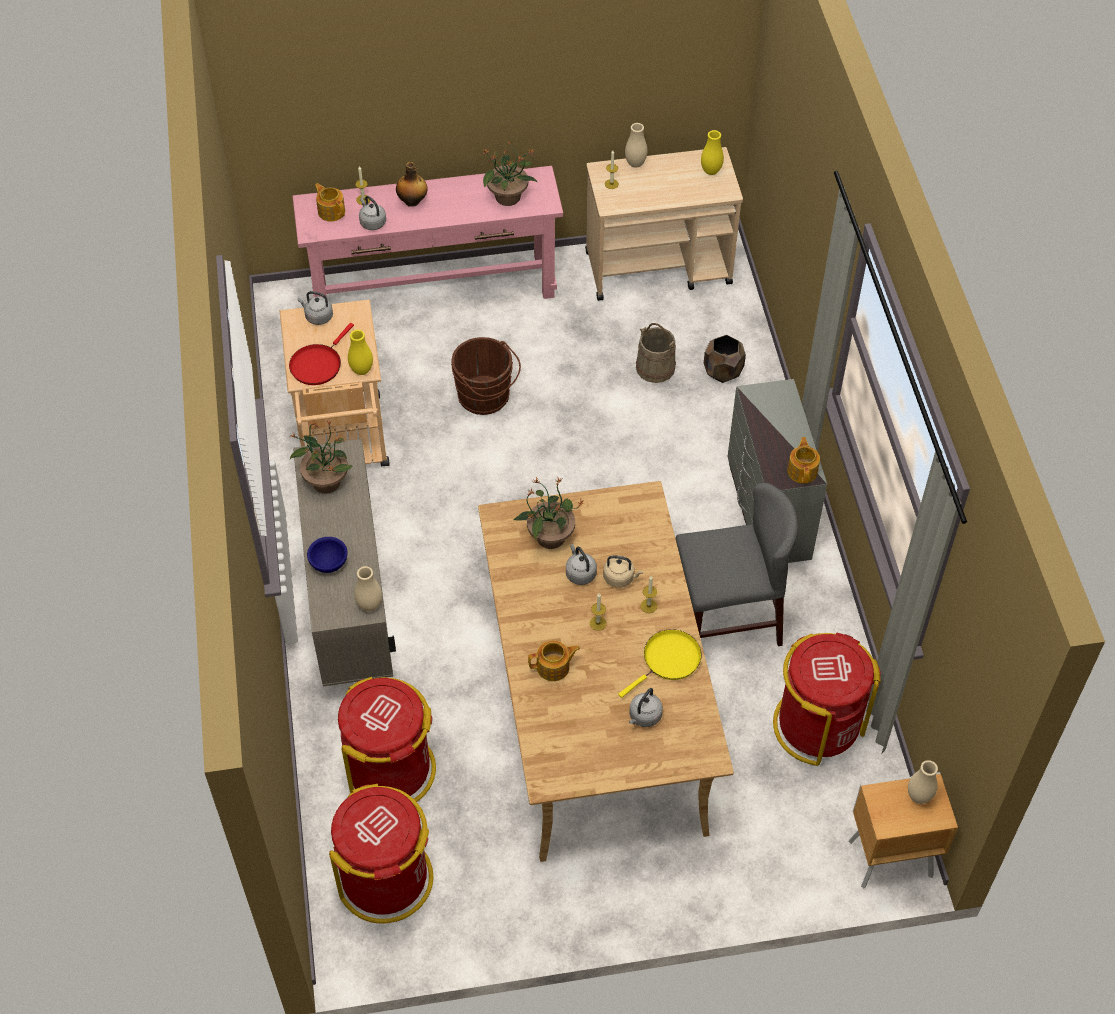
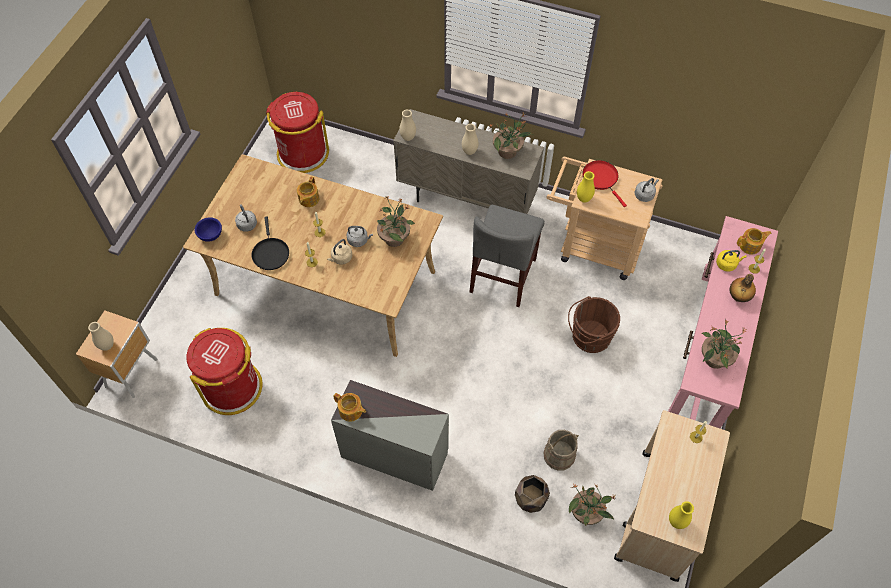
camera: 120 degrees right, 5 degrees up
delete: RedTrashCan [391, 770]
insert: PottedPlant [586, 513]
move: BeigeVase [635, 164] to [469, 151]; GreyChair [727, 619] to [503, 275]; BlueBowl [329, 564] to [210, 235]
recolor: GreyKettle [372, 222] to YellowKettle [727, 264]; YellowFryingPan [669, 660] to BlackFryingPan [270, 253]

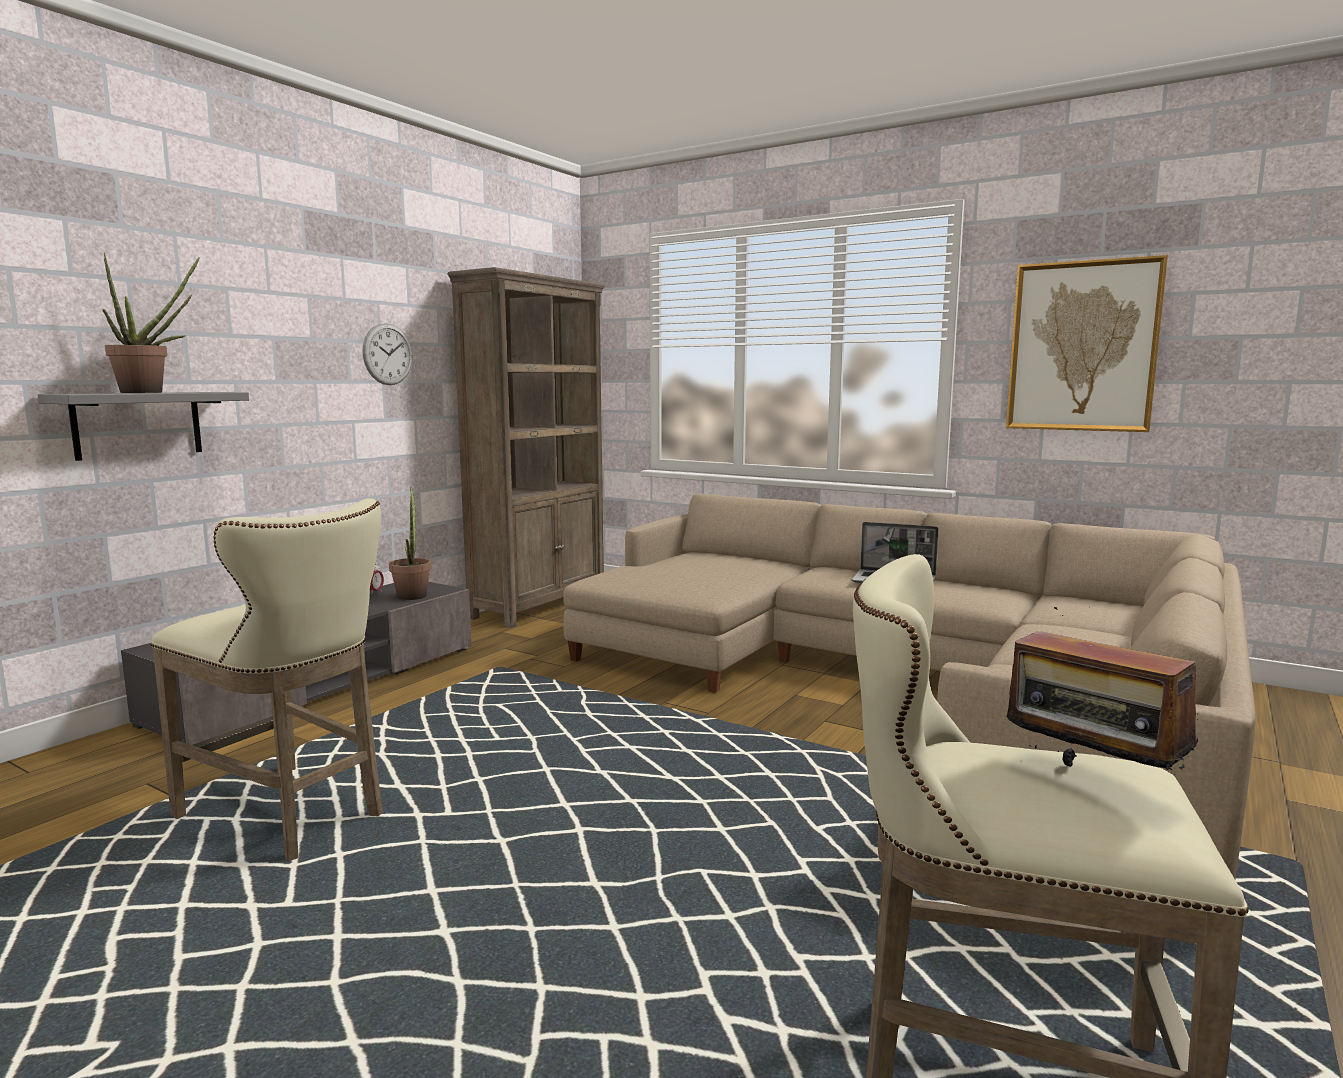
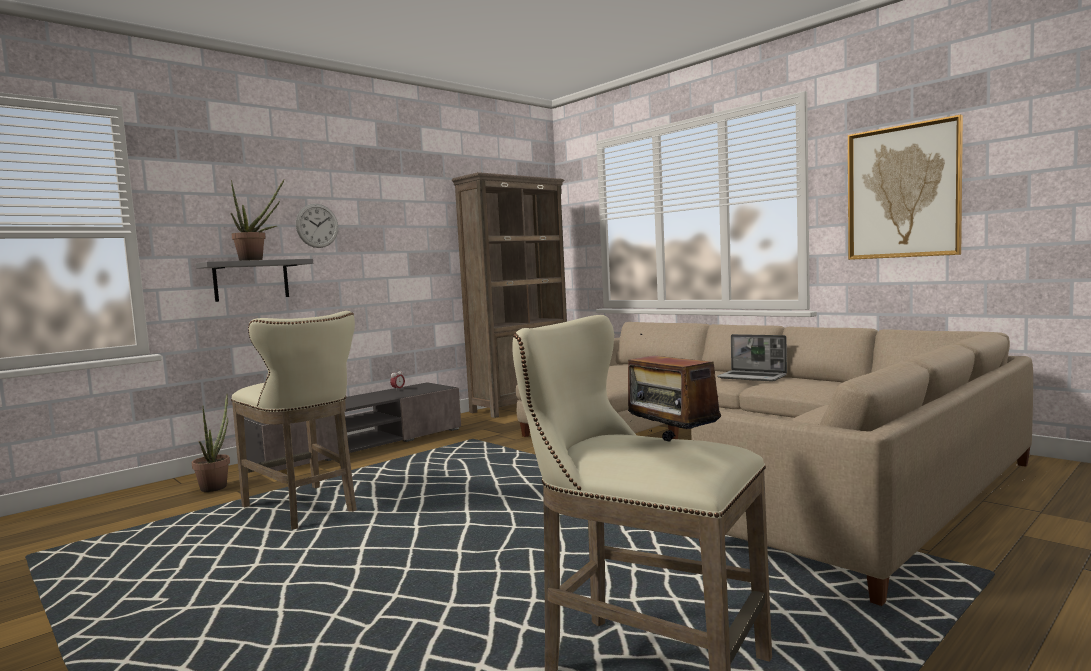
camera: 15 degrees right, 5 degrees down
move: WallClock [387, 354] to [317, 225]; PottedPlant [412, 594] to [217, 486]

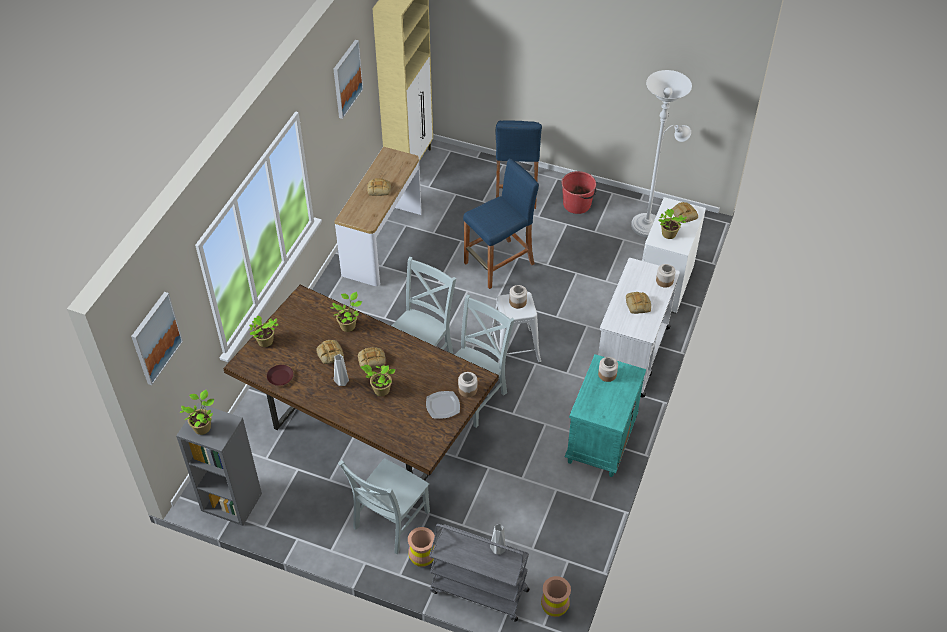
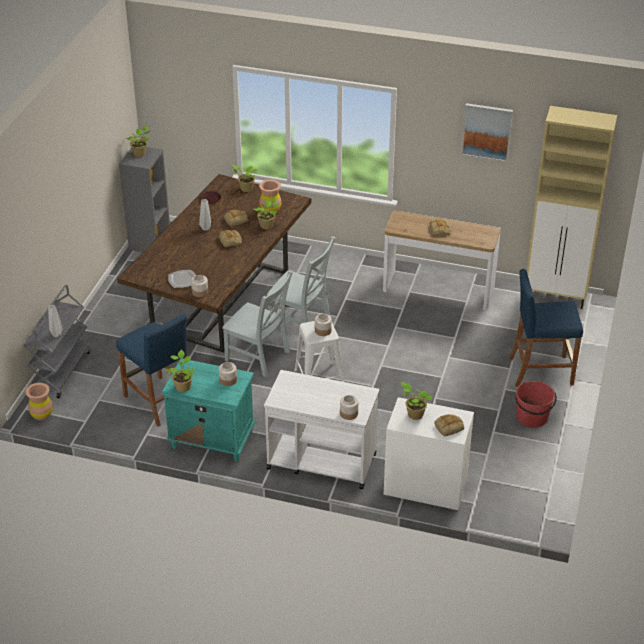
camera: 85 degrees right, 10 degrees down
delete: WhiteFloorLamp [650, 224]; Picture [155, 338]; Bread [638, 305]; GreyChair [389, 522]
move: BlueStool [499, 264] to [158, 401]; PottedPlant [380, 390] to [183, 386]; BrownVase [422, 558] to [270, 210]

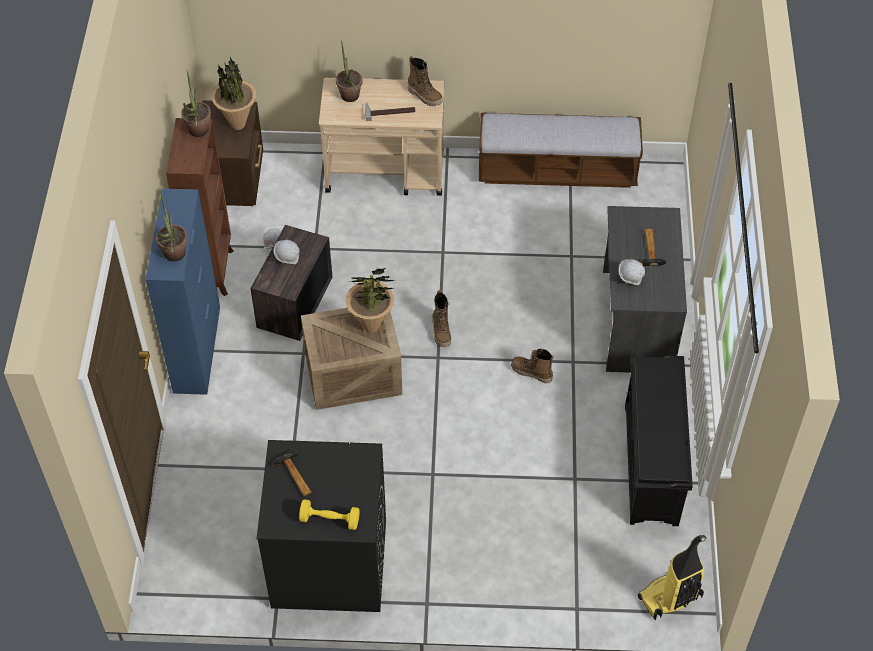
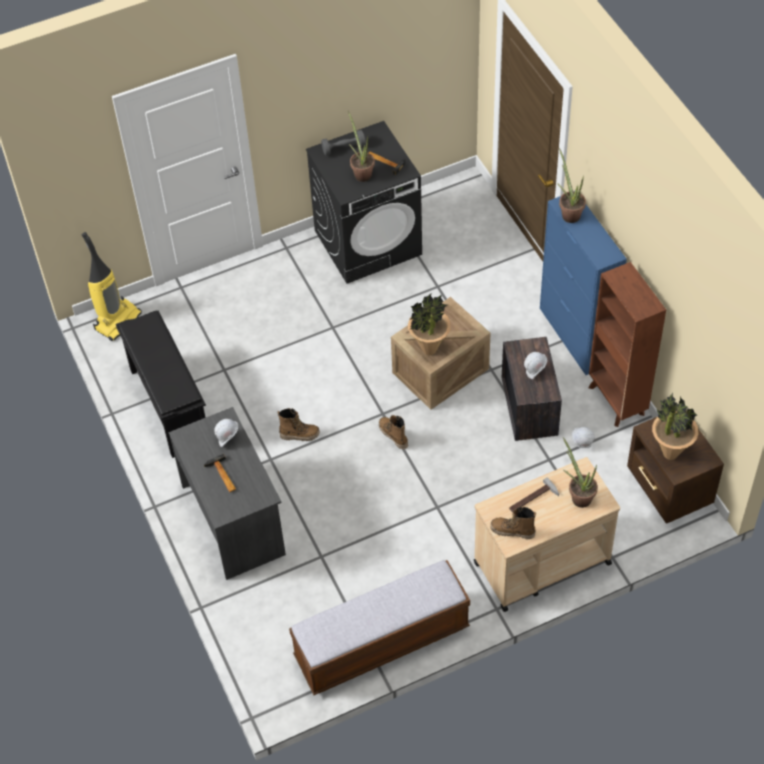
camera: 155 degrees right, 0 degrees up
move: PottedPlant [198, 133] to [361, 172]
recolor: YellowDumbbell [329, 520] to GreyDumbbell [343, 148]

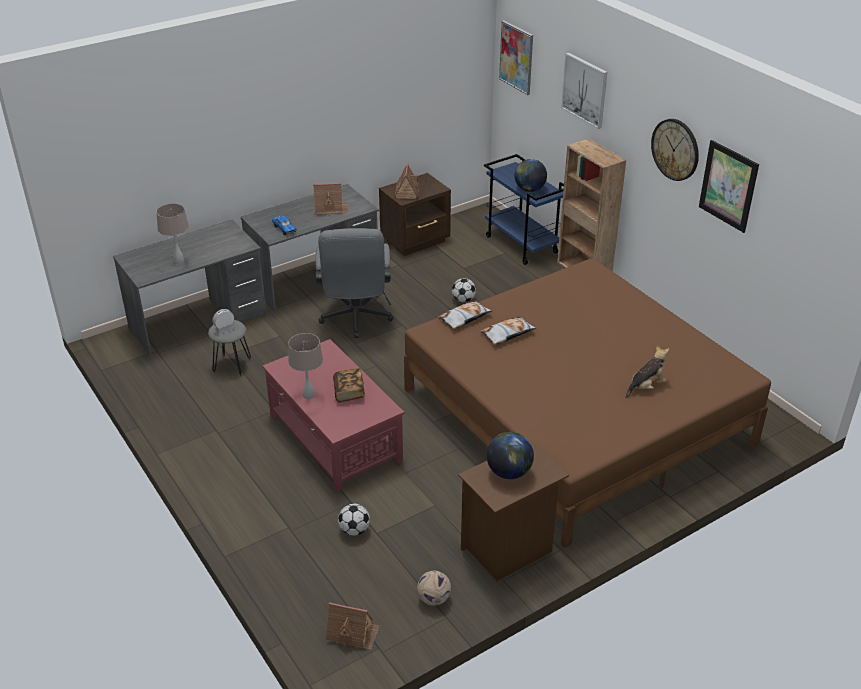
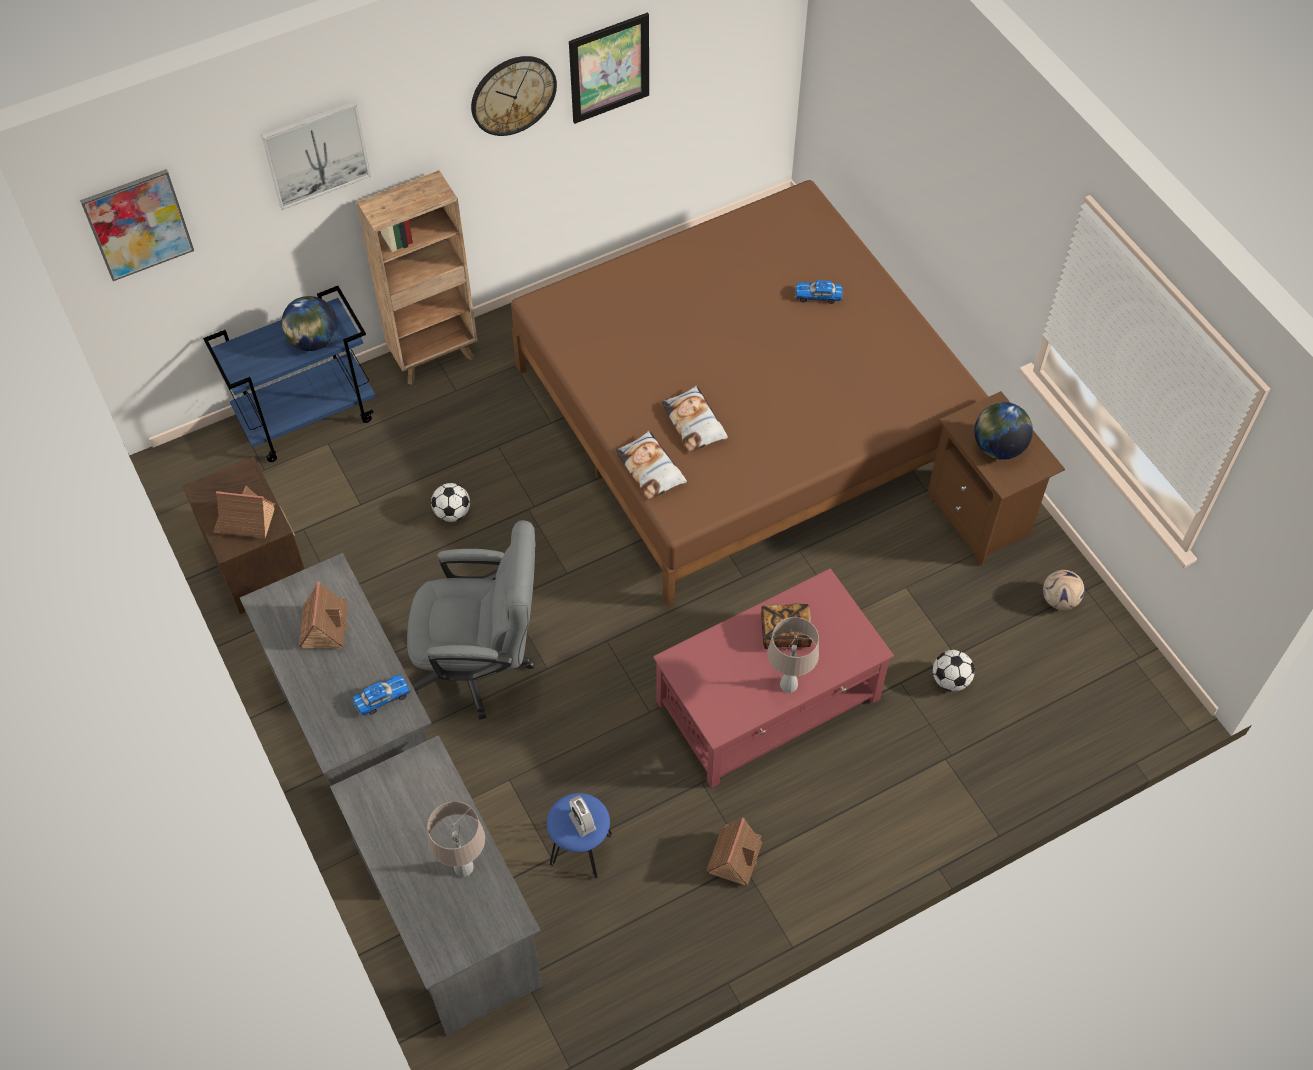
camera: 85 degrees left, 20 degrees up
move: ToyHouse [352, 633] to [735, 856]
replace: PlushToy [646, 386] to ToyCar [818, 295]
recolor: GreyStool [232, 365] to BlueStool [581, 850]

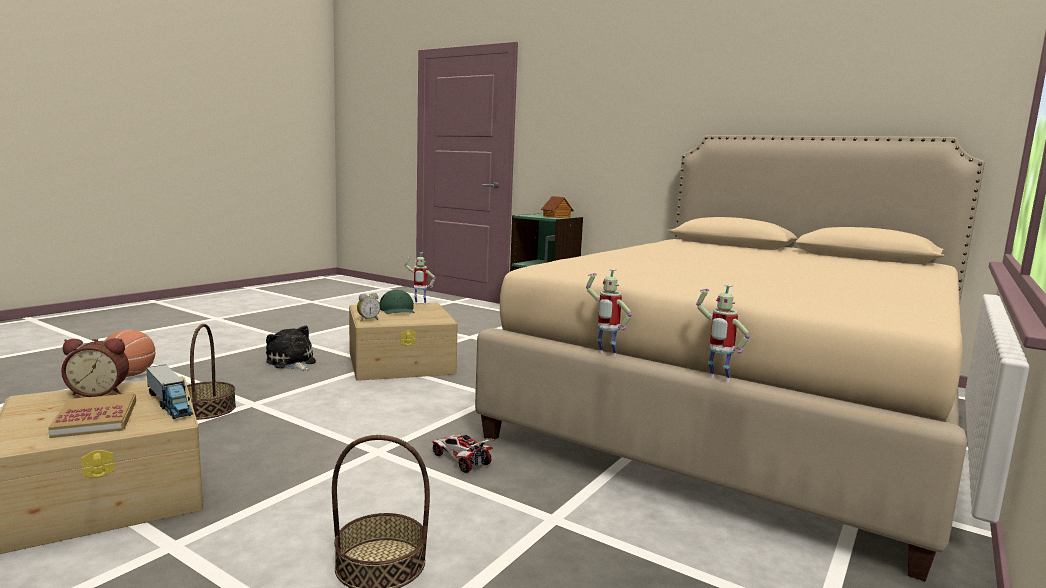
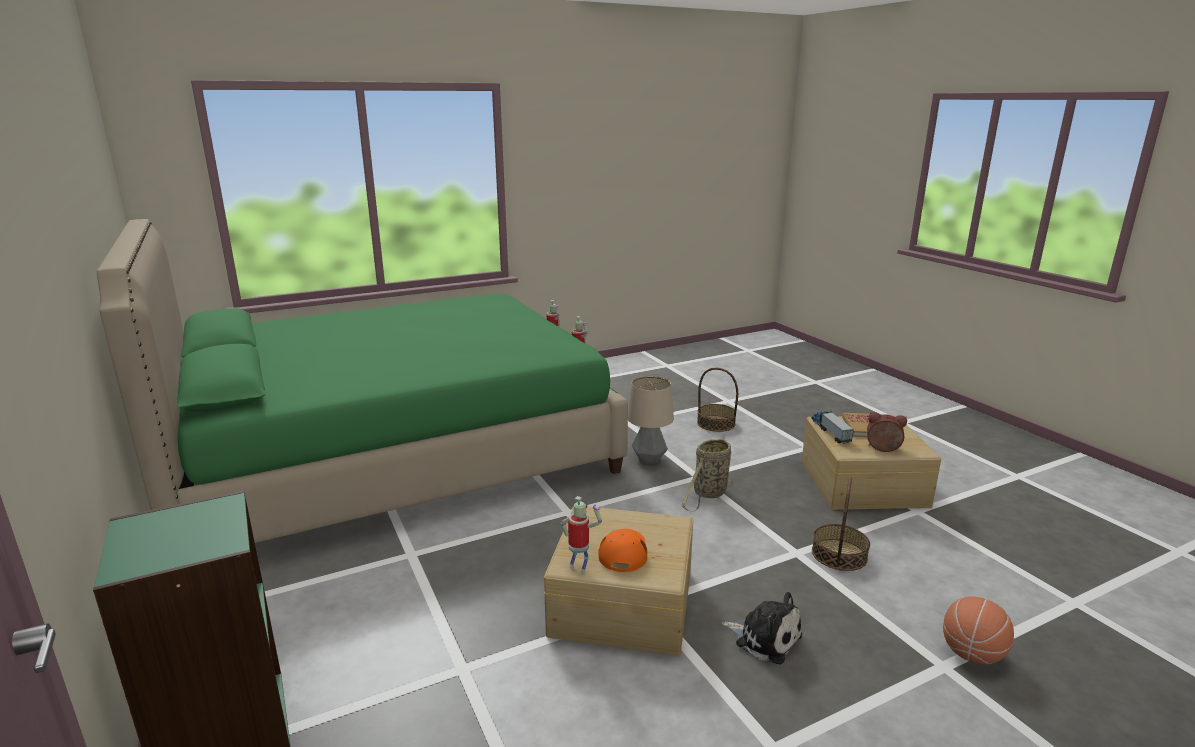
camera: 150 degrees left, 10 degrees up
delete: ToyHouse [557, 216]; AlarmClock [368, 320]
insert: Basket [708, 494]
replace: ToyCar [460, 460] to TableLamp [649, 459]
recolor: BeigeBed [745, 407] to GreenBed [393, 456]; GreenCap [397, 310] to OrangeCap [623, 551]
rotate: PlushToy [292, 363] = [764, 638] 45 degrees counterclockwise

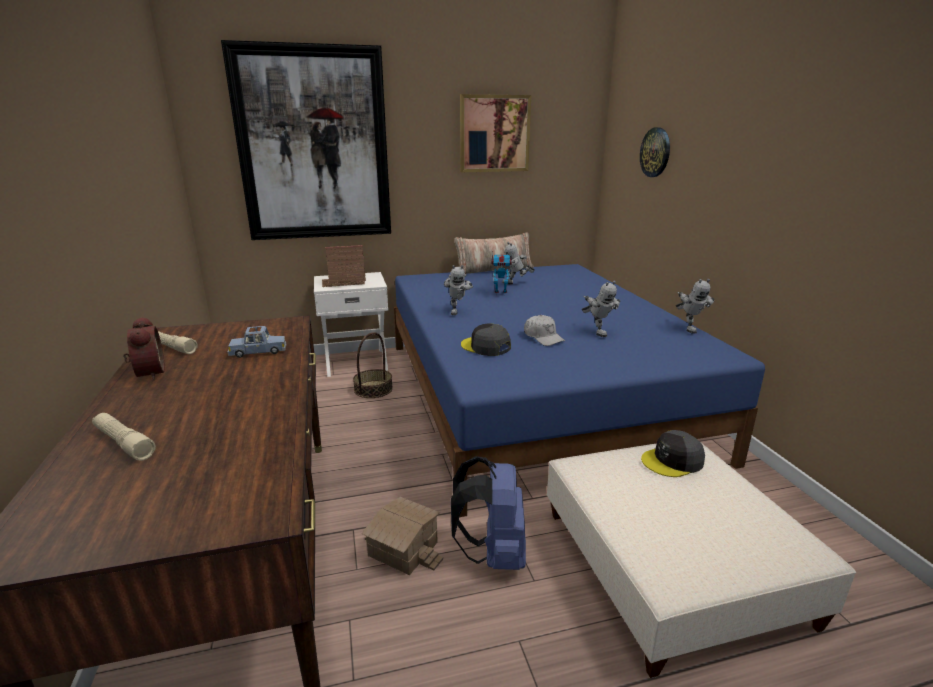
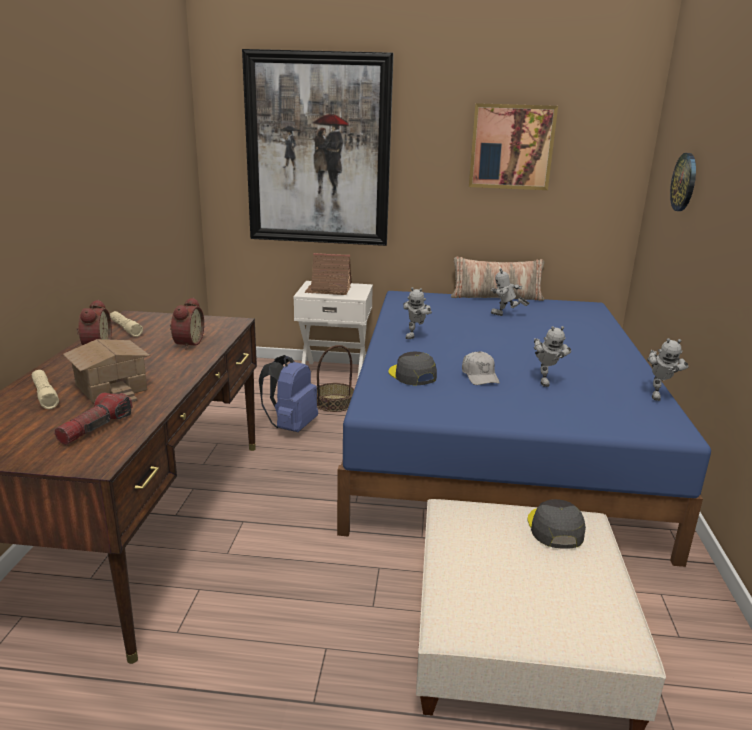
camera: 20 degrees right, 0 degrees up
delete: ToyRobot [500, 293]
insert: Flashlight [95, 428]
move: BlueBackpack [493, 554] to [291, 426]; ToyHouse [404, 548] to [112, 387]
replace: BlueToyCar [258, 351] to AlarmClock [187, 343]
rotate: GreyCap [673, 461] = [554, 528] 90 degrees clockwise

